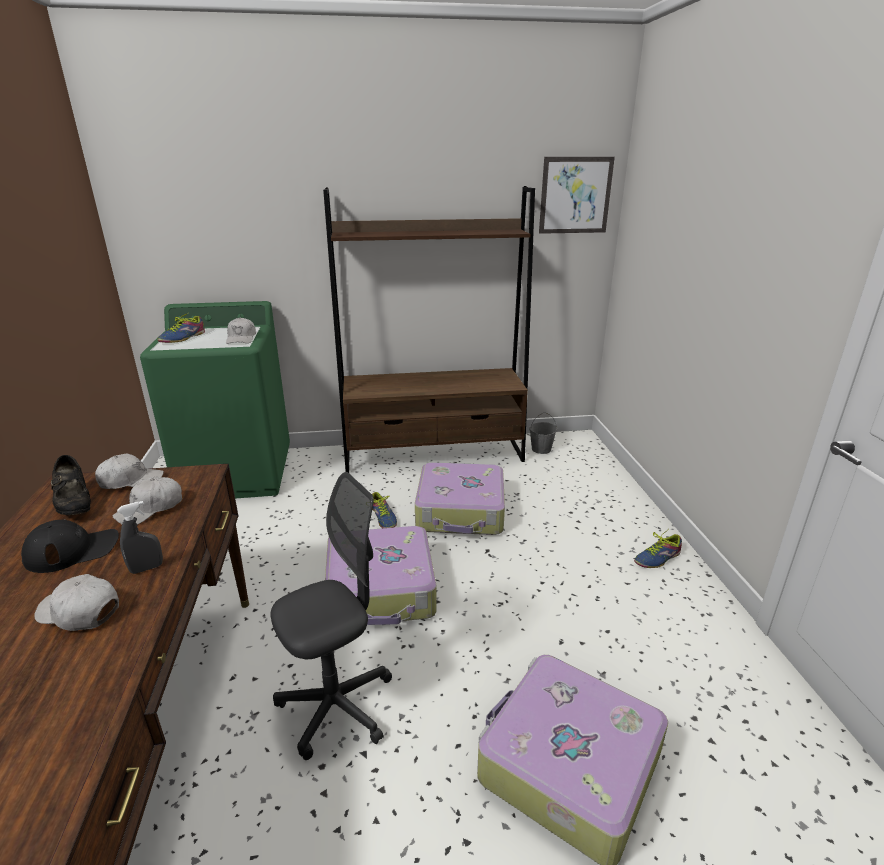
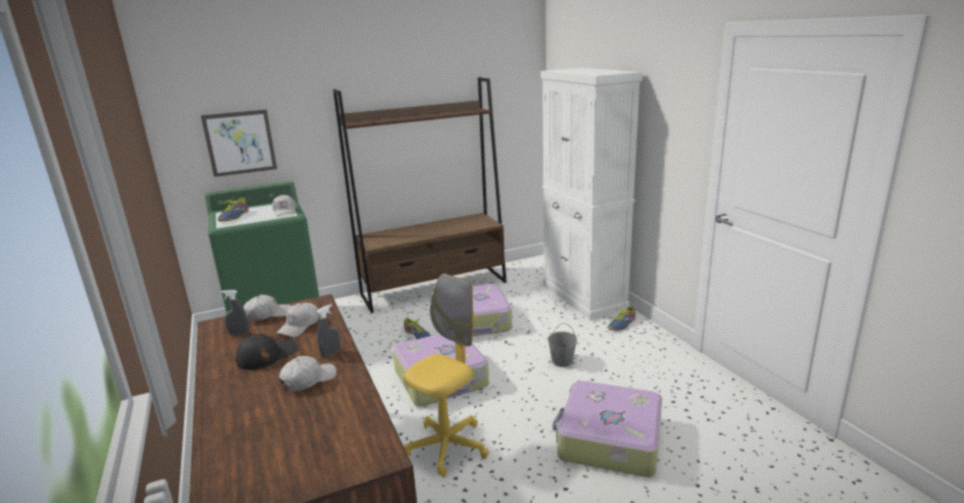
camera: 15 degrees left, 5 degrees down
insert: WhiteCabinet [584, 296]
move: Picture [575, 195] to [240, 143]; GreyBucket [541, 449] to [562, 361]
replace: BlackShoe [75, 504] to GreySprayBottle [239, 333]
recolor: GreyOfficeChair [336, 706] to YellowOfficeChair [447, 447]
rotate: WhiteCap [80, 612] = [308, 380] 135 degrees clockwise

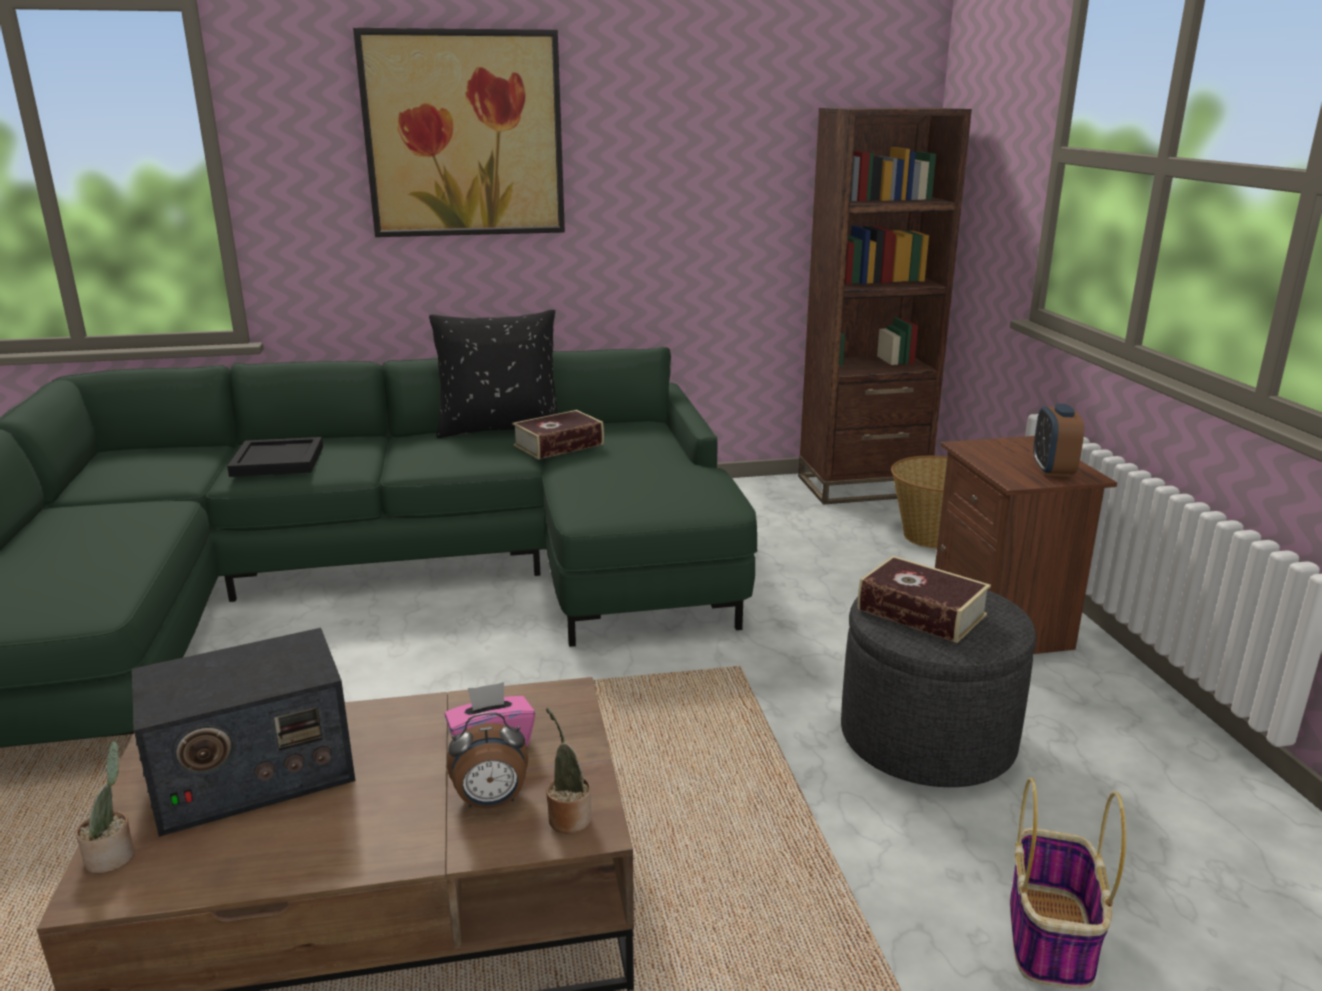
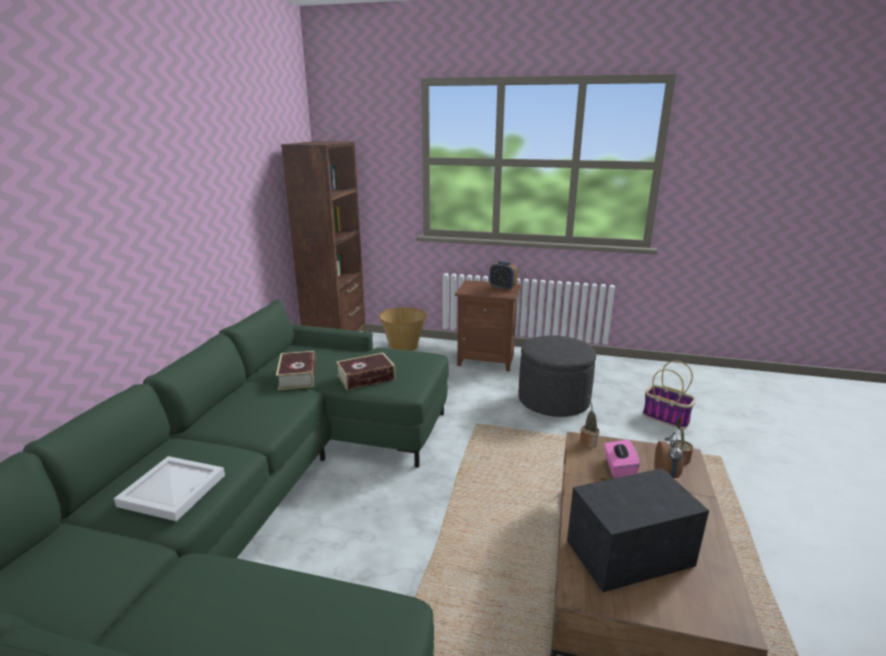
camera: 65 degrees left, 0 degrees up
delete: Picture [464, 135]; BlackPillow [500, 428]
move: Book [921, 612] to [366, 377]; PottedPlant [113, 856] to [588, 442]
recolor: BlackTray [279, 461] to WhiteTray [174, 490]
rotate: Radio [252, 774] = [630, 552] 105 degrees counterclockwise

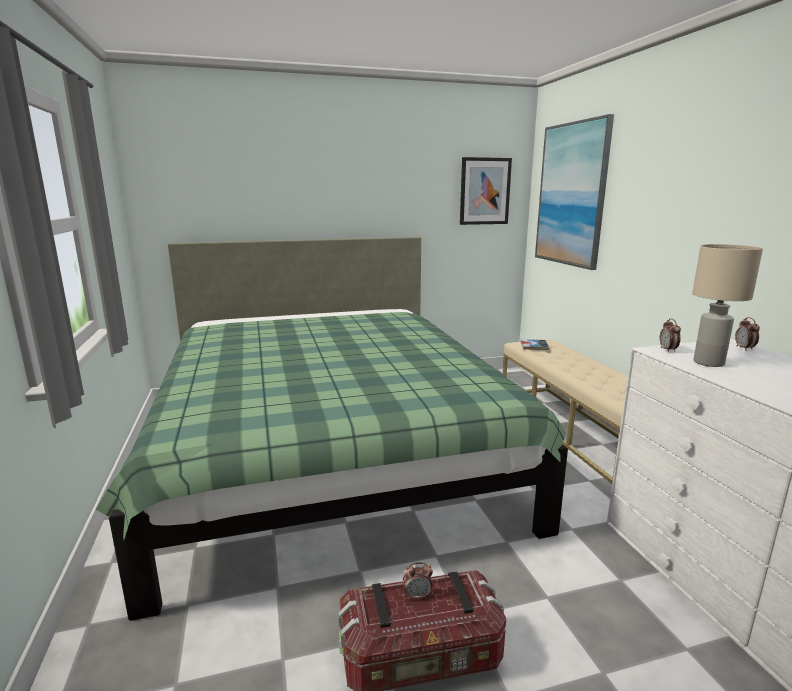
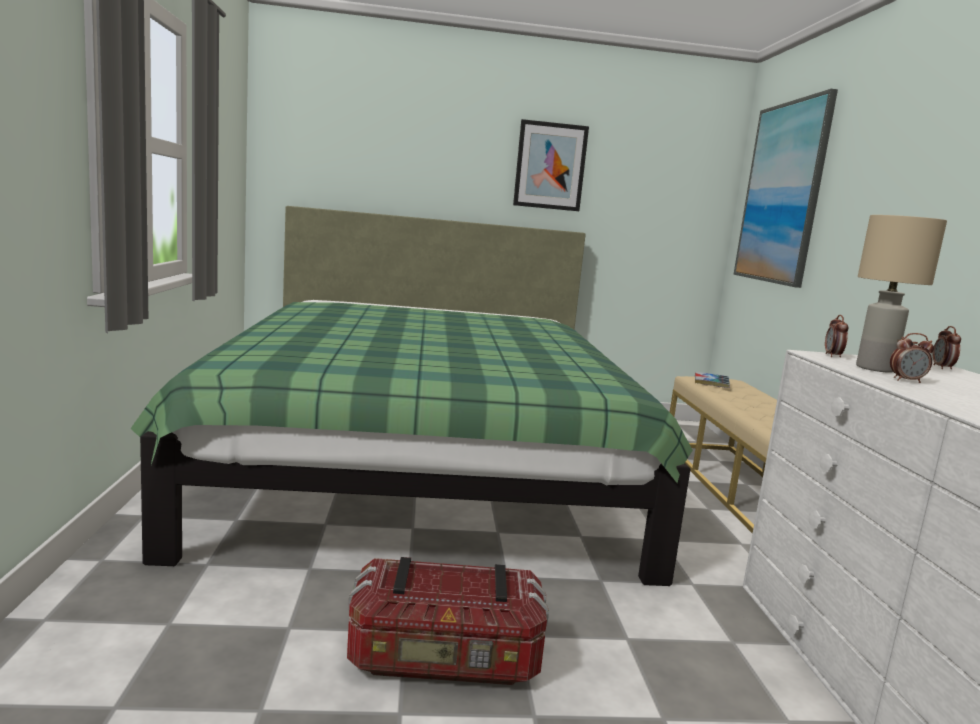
camera: 10 degrees right, 5 degrees down
move: Picture [484, 191] to [550, 166]; AlarmClock [417, 596] to [906, 381]

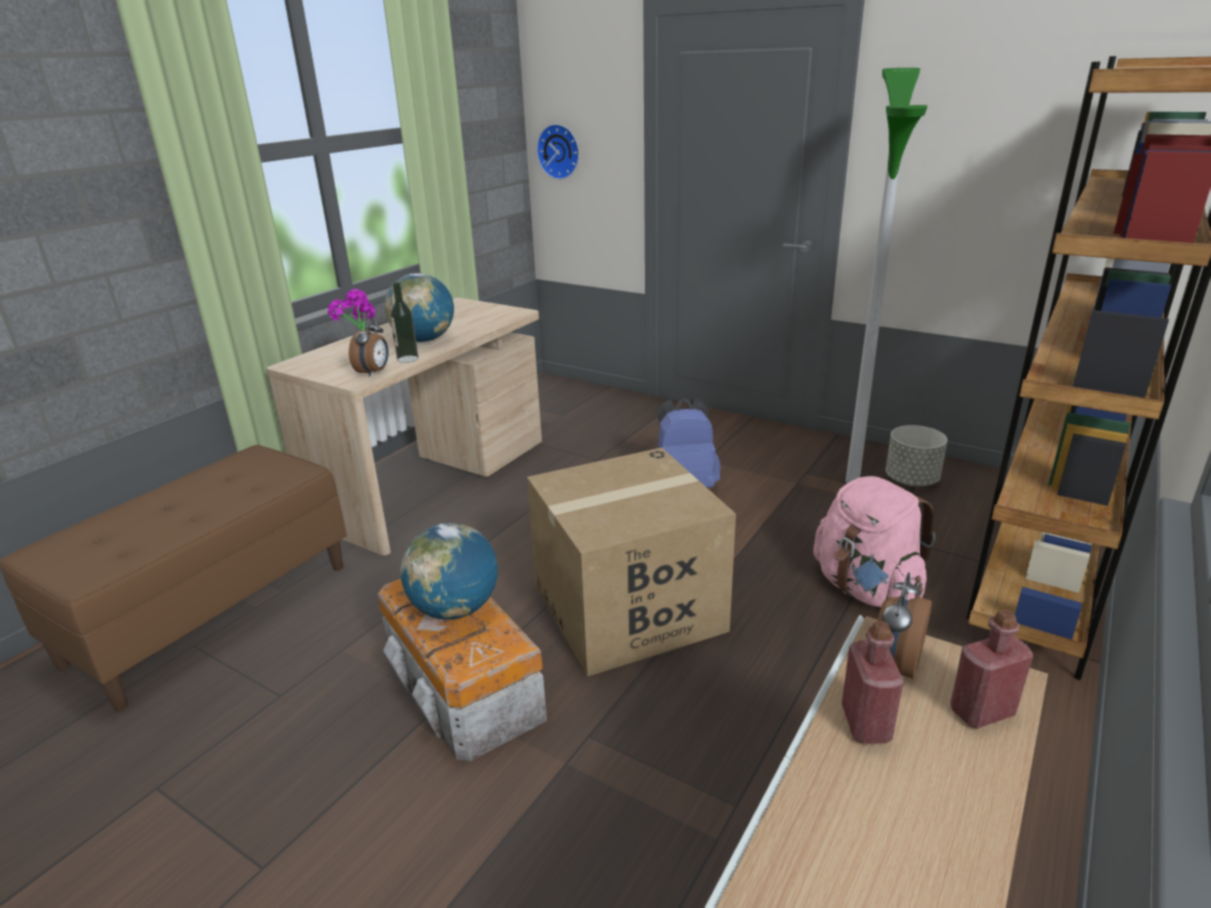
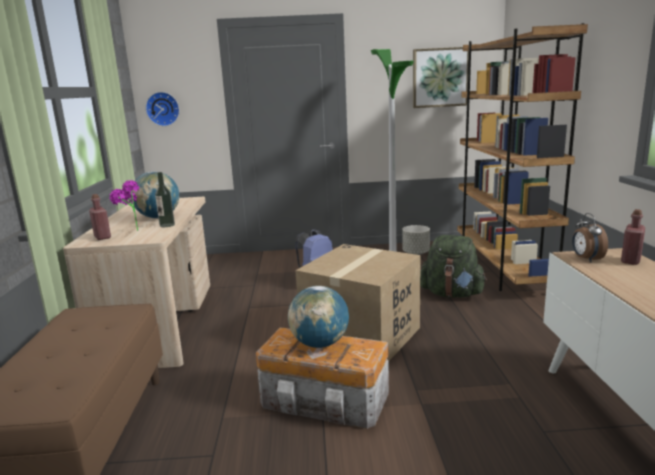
camera: 35 degrees left, 10 degrees down
delete: AlarmClock [374, 372]
insert: Picture [440, 77]
move: RedBottle [865, 723] to [102, 237]
recolor: PinkBackpack [866, 589] to GreenBackpack [452, 294]

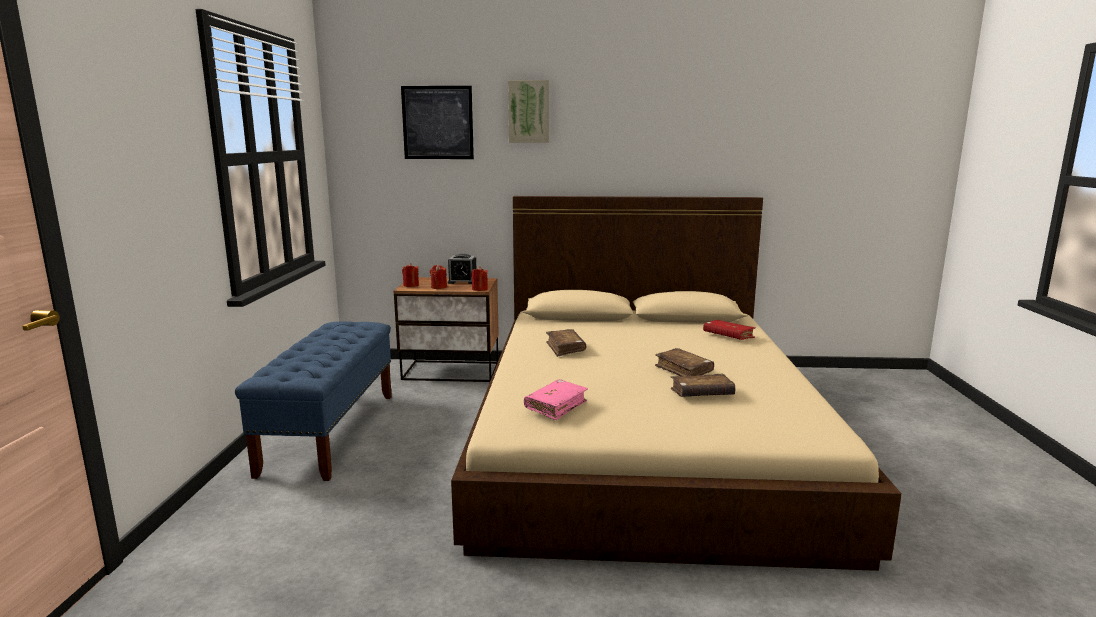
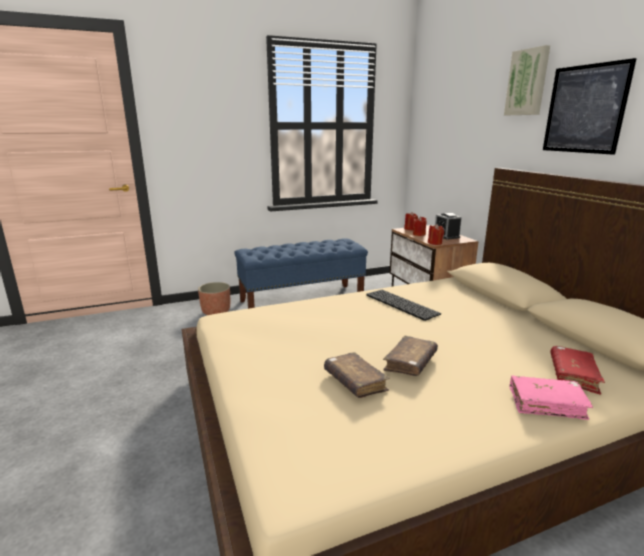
camera: 65 degrees right, 5 degrees up
insert: Planter [216, 312]
move: Picture [437, 123] to [584, 109]; PinkBook [556, 406] to [546, 403]
replace: BrownBook [565, 348] to Keyboard [400, 304]

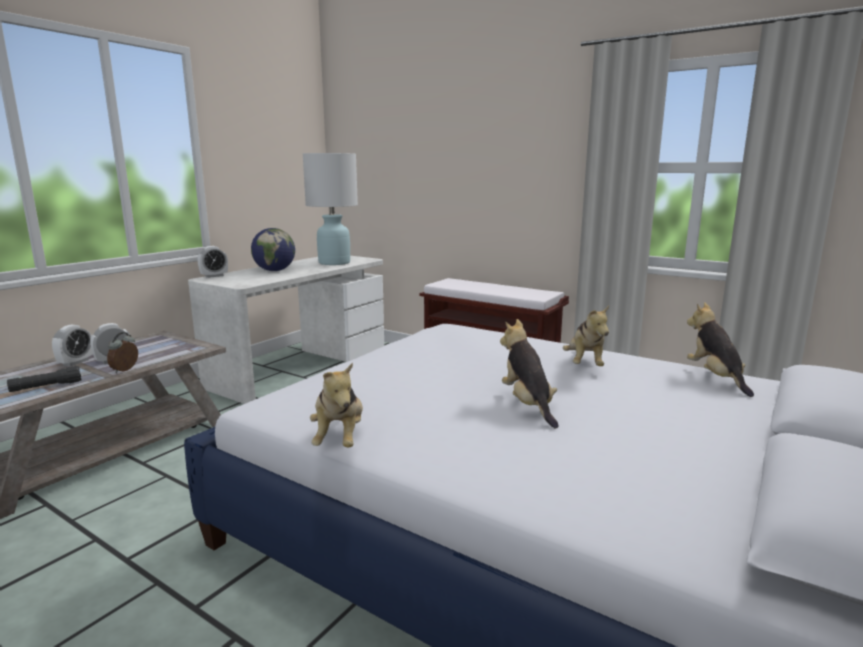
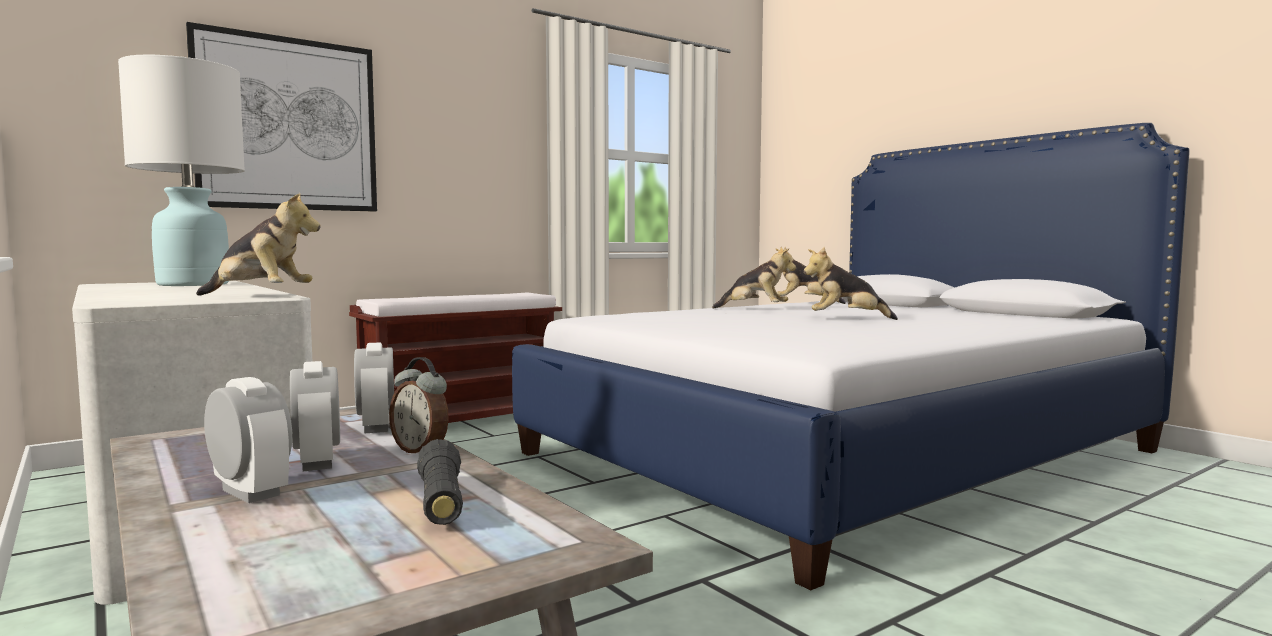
camera: 70 degrees left, 10 degrees down
delete: Globe [274, 270]
insert: Picture [287, 124]
move: AlarmClock [214, 276] to [376, 427]; PlushToy [339, 439] to [259, 296]

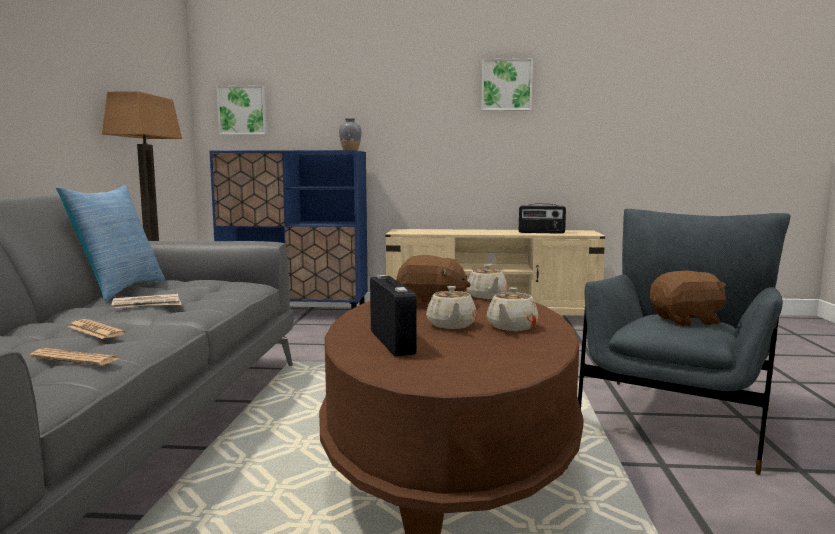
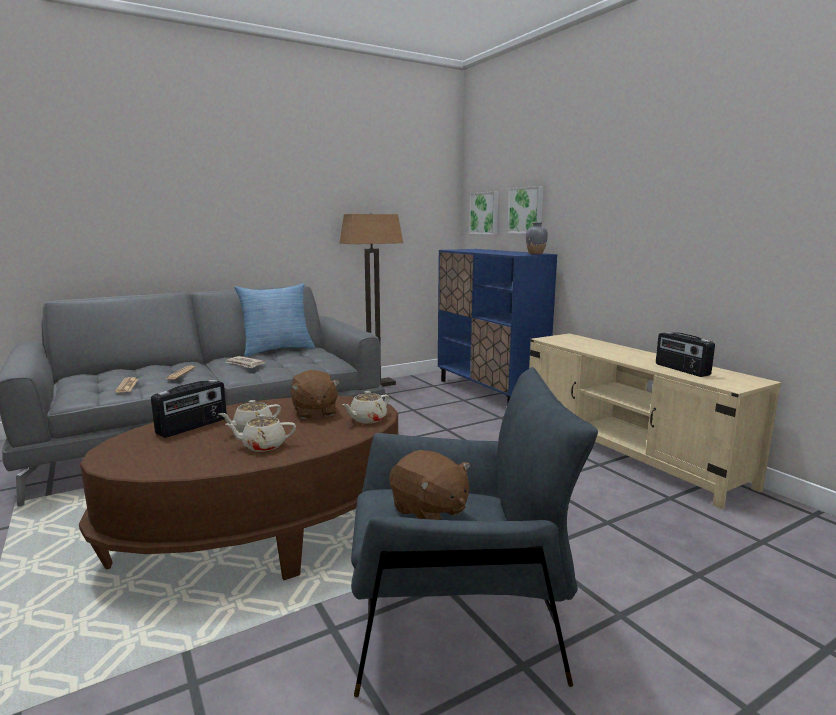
camera: 55 degrees right, 5 degrees up
move: Picture [506, 85] to [526, 210]

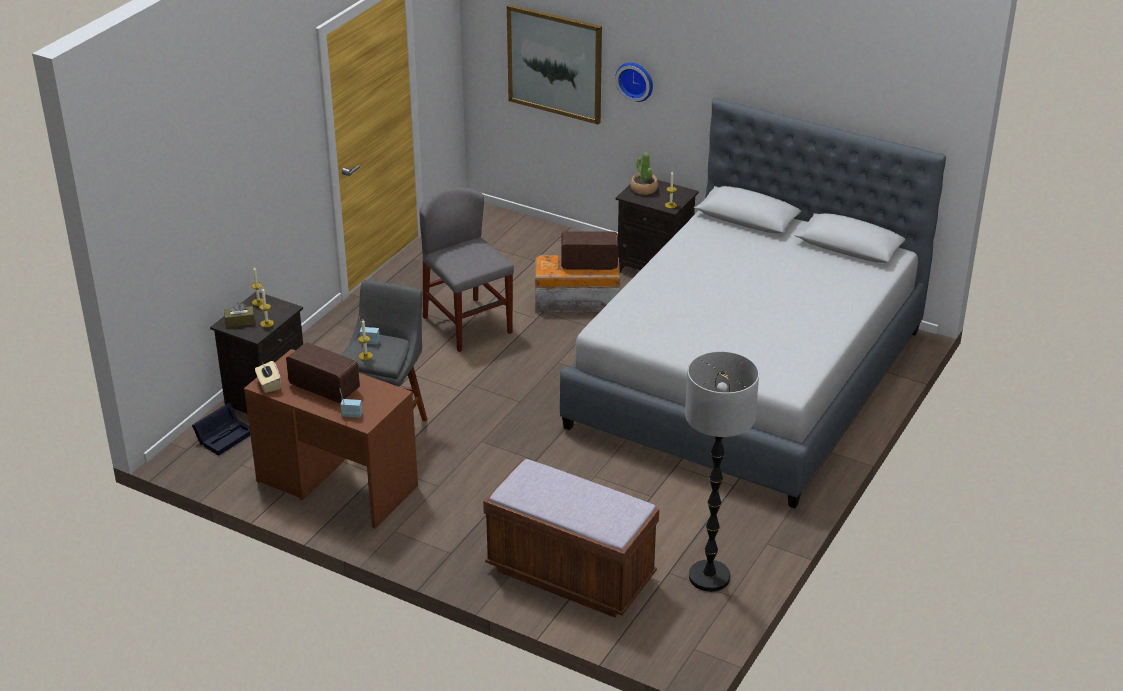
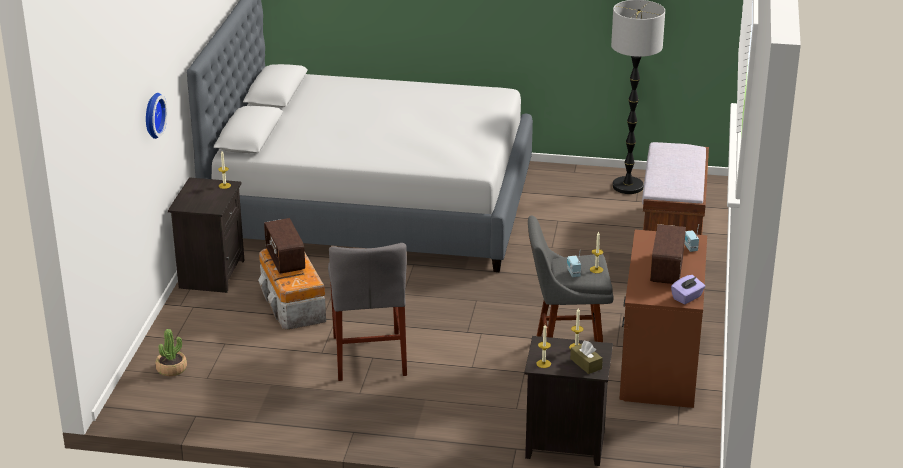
camera: 110 degrees left, 5 degrees down
delete: Picture [555, 63]; BlackStorageBox [225, 436]
move: PottedPlant [643, 189] to [171, 369]
recolor: BeigeTissueBox [269, 385] to PurpleTissueBox [687, 297]
rotate: GreyChair [467, 325] = [369, 355] 45 degrees counterclockwise

